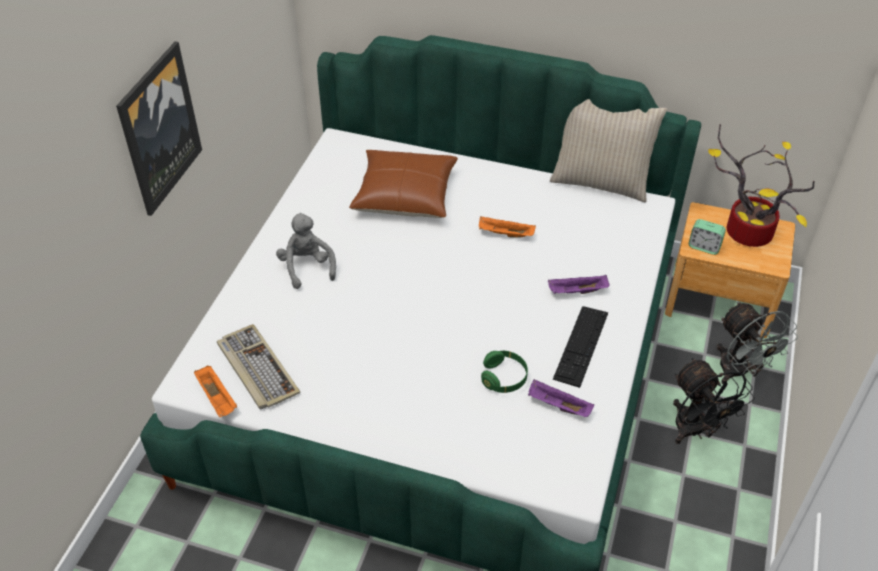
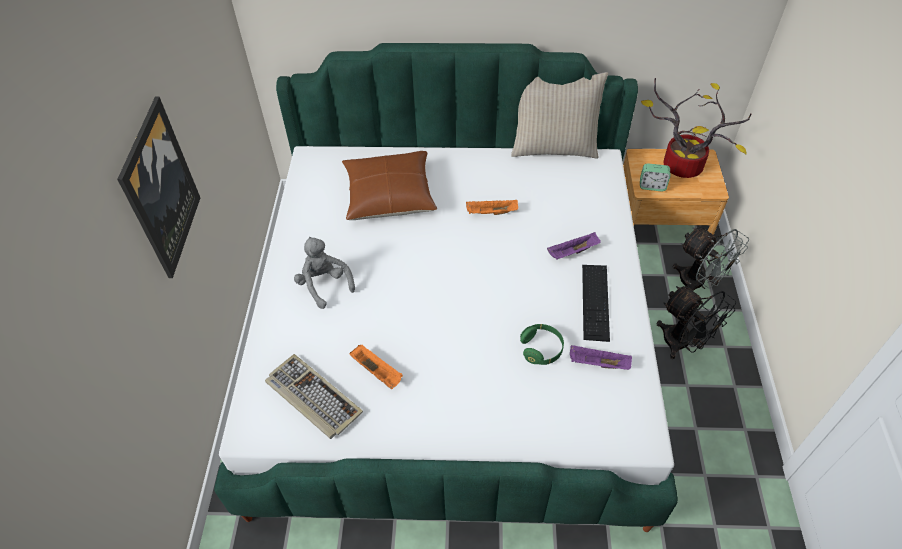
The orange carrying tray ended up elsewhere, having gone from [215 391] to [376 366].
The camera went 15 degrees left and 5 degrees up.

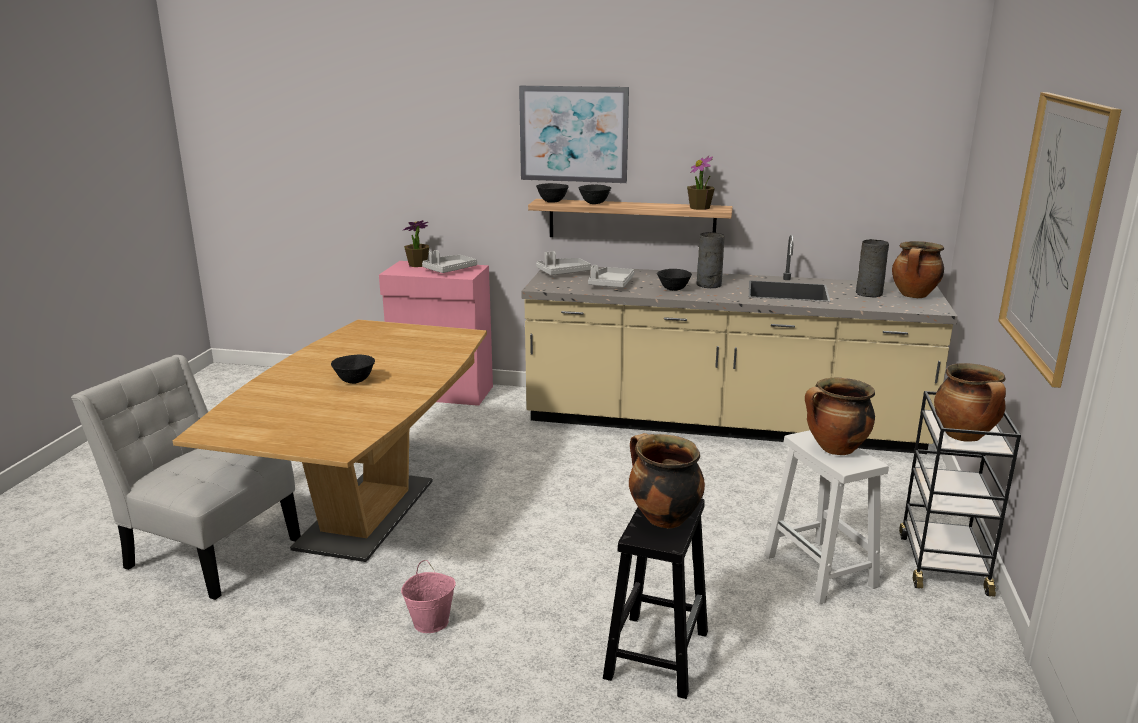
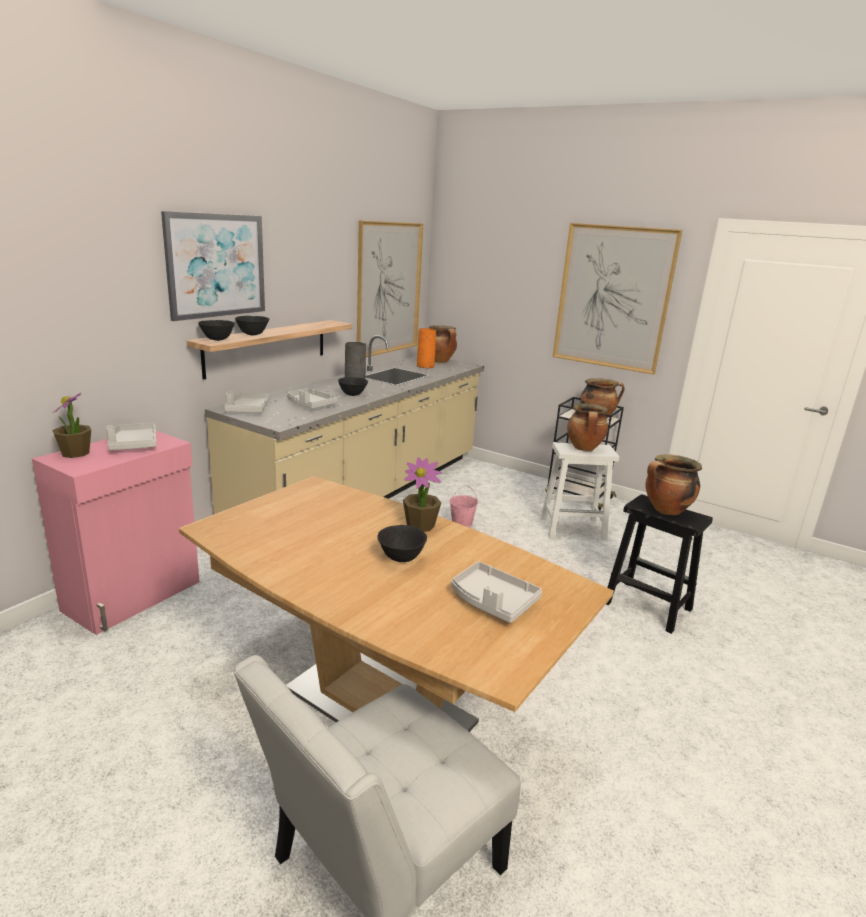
The potted plant ended up elsewhere, having gone from [701 183] to [422 495].
What was the gray decorative vase at [872 268] turned into the orange decorative vase at [426 348].
The pinkish pail ended up elsewhere, having gone from [428 596] to [464 506].
The second view gained the wall picture at [390 288].
The second view gained the gray carrying tray at [496 592].
The camera went 70 degrees left and 0 degrees up.

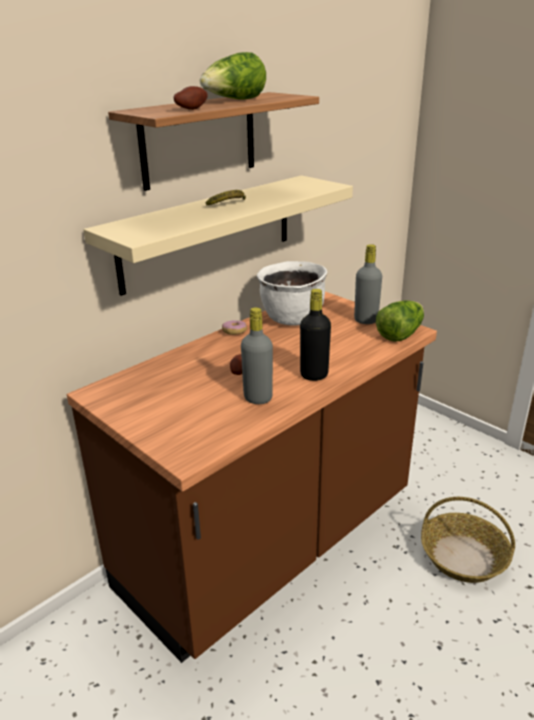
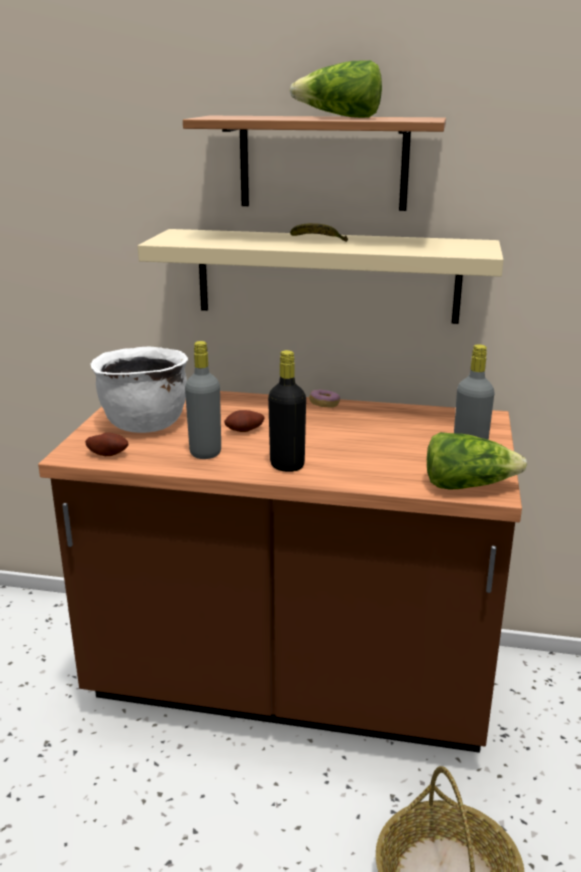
The whole potato ended up elsewhere, having gone from [190 98] to [106 444].
The white-coloured stockpot ended up elsewhere, having gone from [292 293] to [139 390].
The camera went 55 degrees right and 5 degrees down.

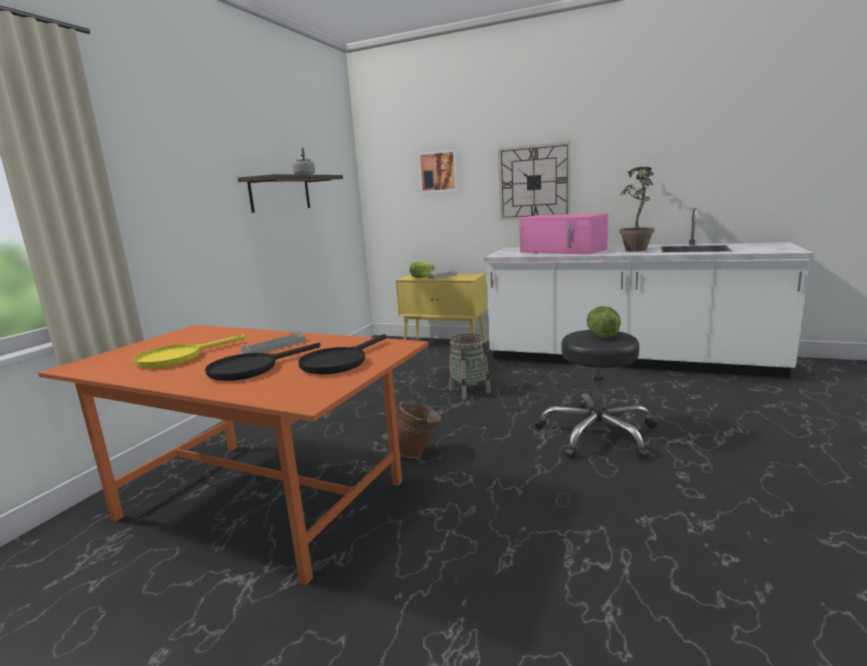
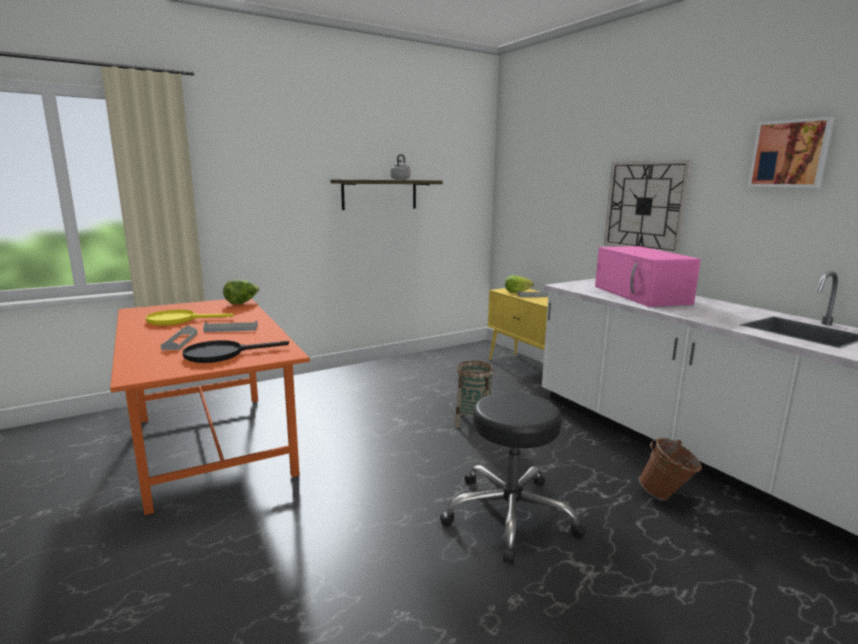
The wall picture ended up elsewhere, having gone from [438 171] to [791 152].
The second view lost the potted plant at [637 209].
The lettuce head ended up elsewhere, having gone from [604 322] to [241 291].
Where the black-coloured skillet stood at [263 361], the gray carrying tray came to stand at [179 338].
The brown-coloured pail ended up elsewhere, having gone from [418 429] to [670 469].
The camera went 35 degrees right and 0 degrees up.

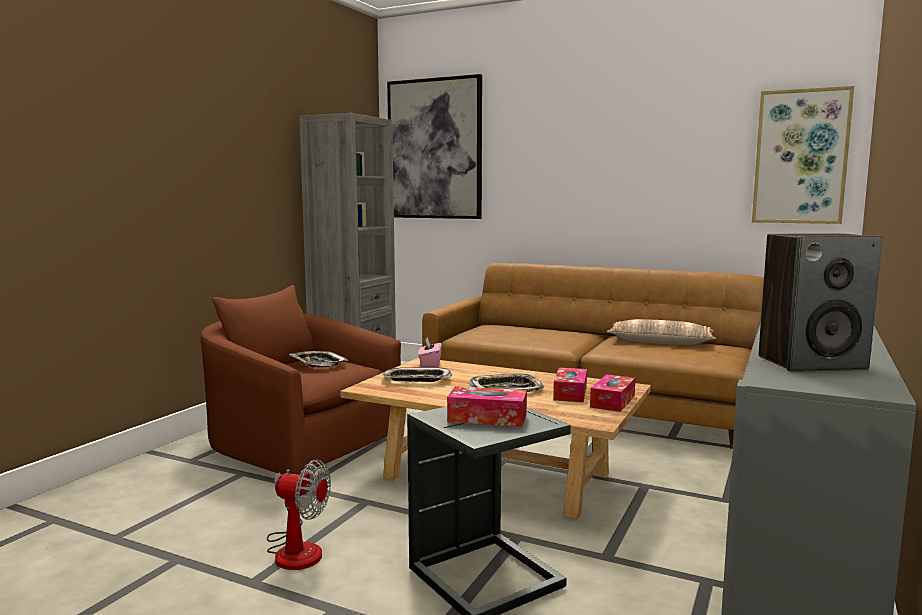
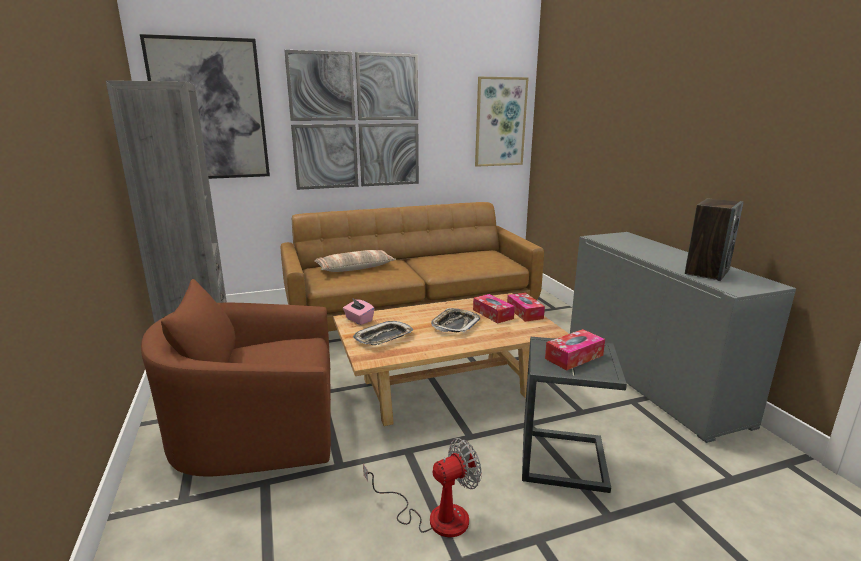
The cushion ended up elsewhere, having gone from [661 332] to [355 261].
The second view lost the carrying tray at [318 359].
The second view gained the wall picture at [351 120].
The camera went 45 degrees left and 10 degrees up.

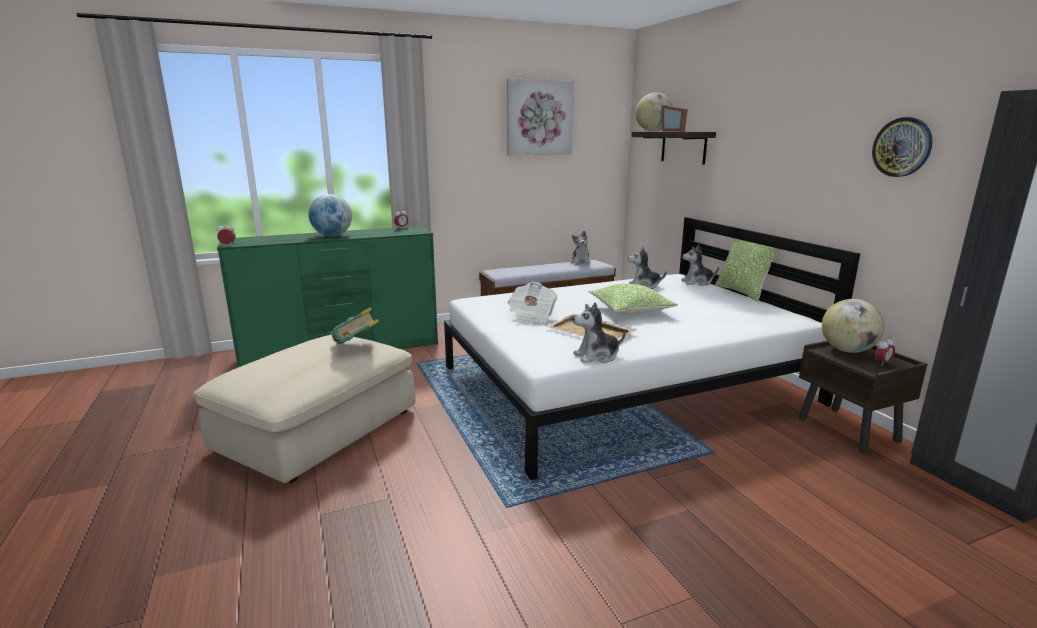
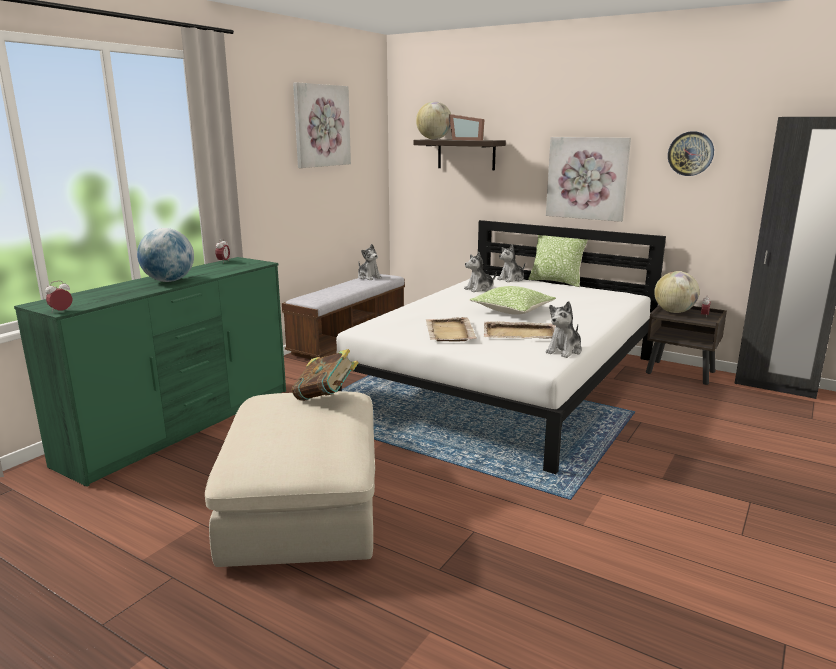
Where the printed paper stood at [533 303], the beige-coloured carrying tray came to stand at [451 329].
The second view gained the wall picture at [588 179].
The camera went 35 degrees left and 0 degrees up.

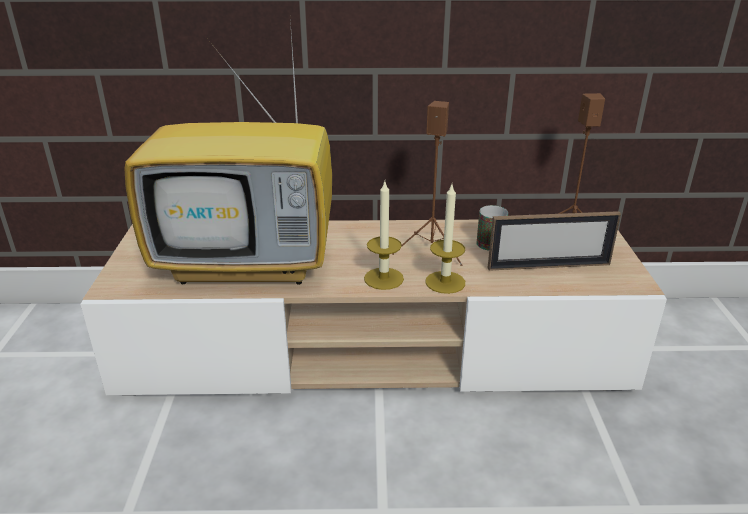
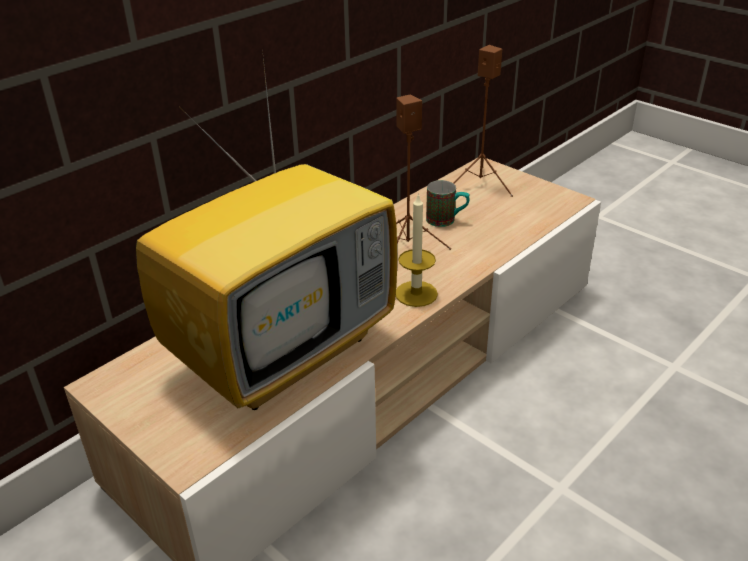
The second view lost the wax candle at [445 239].
The second view lost the standing frame at [554 241].
The camera went 45 degrees left and 5 degrees up.

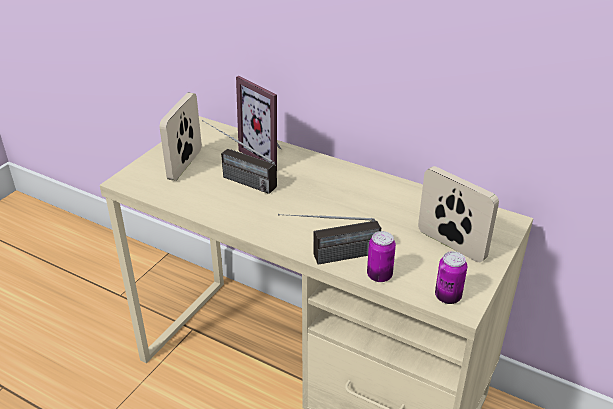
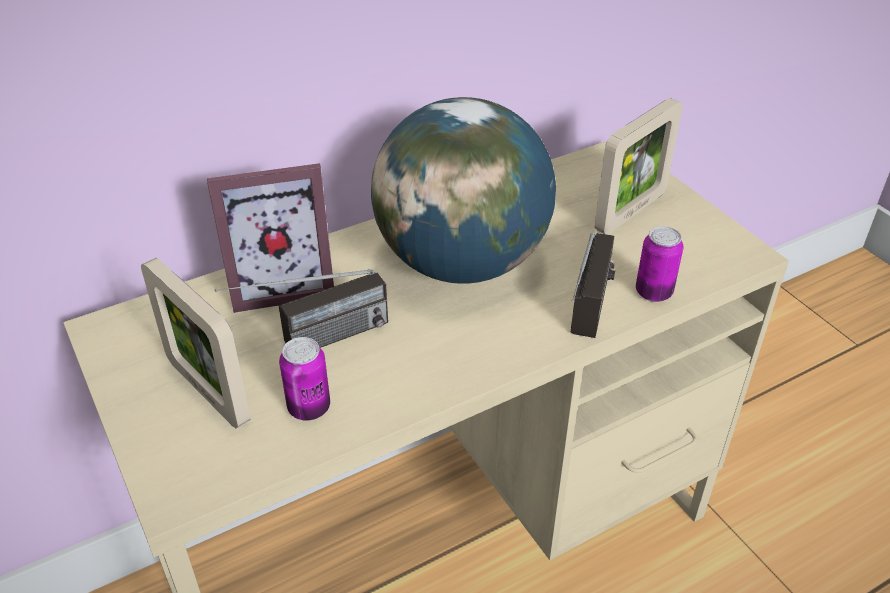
The standing frame at [458 214] ended up facing another way, 150 degrees clockwise from before.
The sealed can ended up elsewhere, having gone from [451 277] to [304 379].
The second view gained the world globe at [463 190].
The camera went 60 degrees left and 5 degrees up.

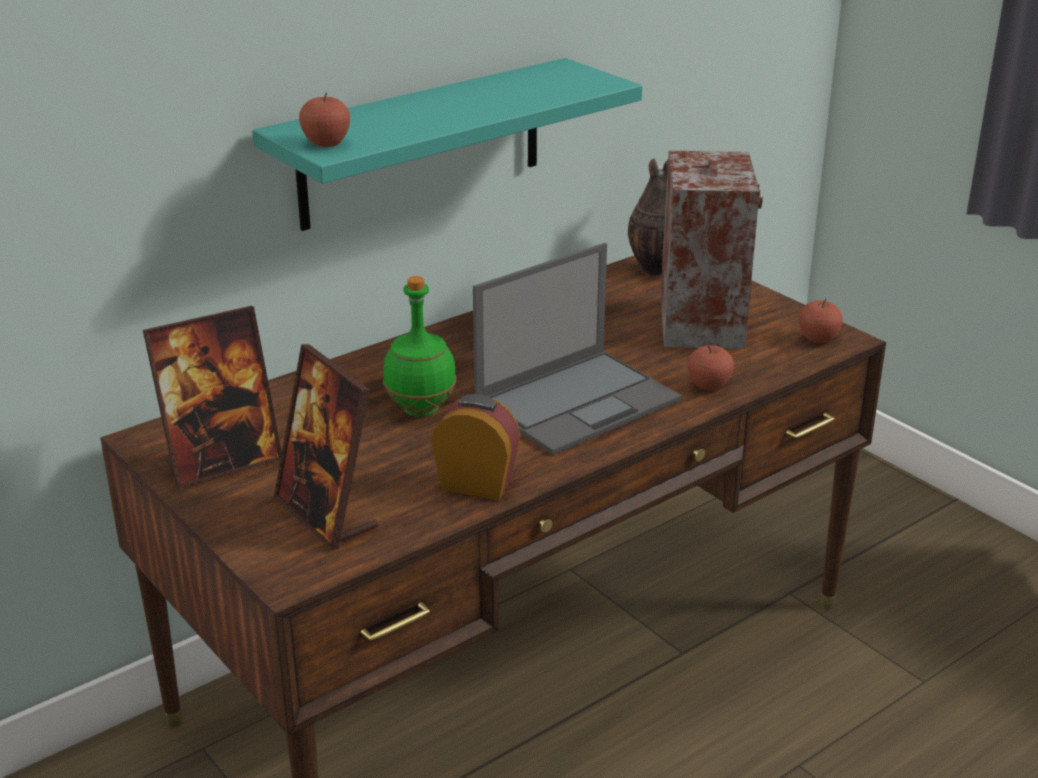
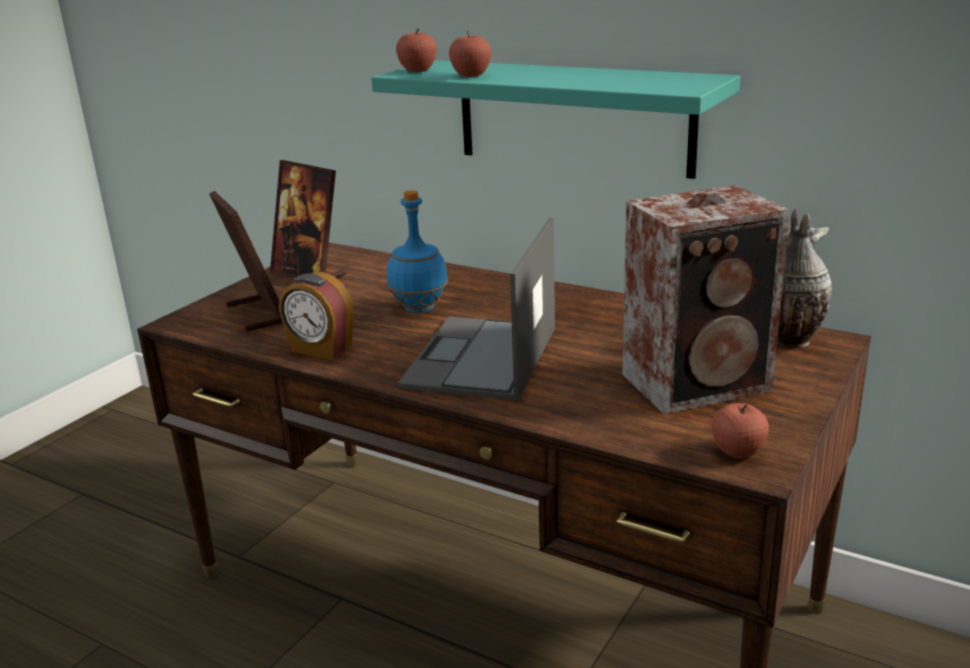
The portable computer at [577 349] ended up facing another way, 75 degrees clockwise from before.
What was the greenish bottle at [419 346] turned into the blue bottle at [417 251].
The standing frame at [326 447] ended up facing another way, 120 degrees clockwise from before.
The apple ended up elsewhere, having gone from [710 368] to [470 54].
The table clock at [475 447] ended up facing another way, 120 degrees clockwise from before.
The camera went 70 degrees right and 5 degrees down.

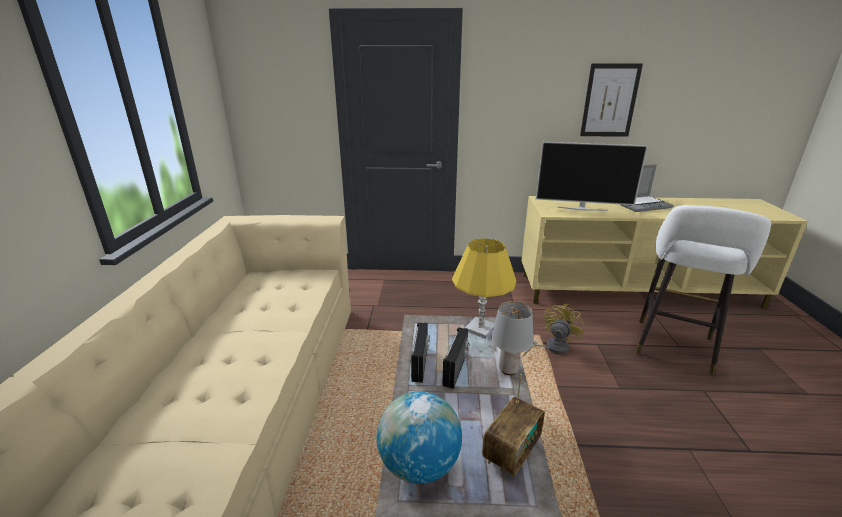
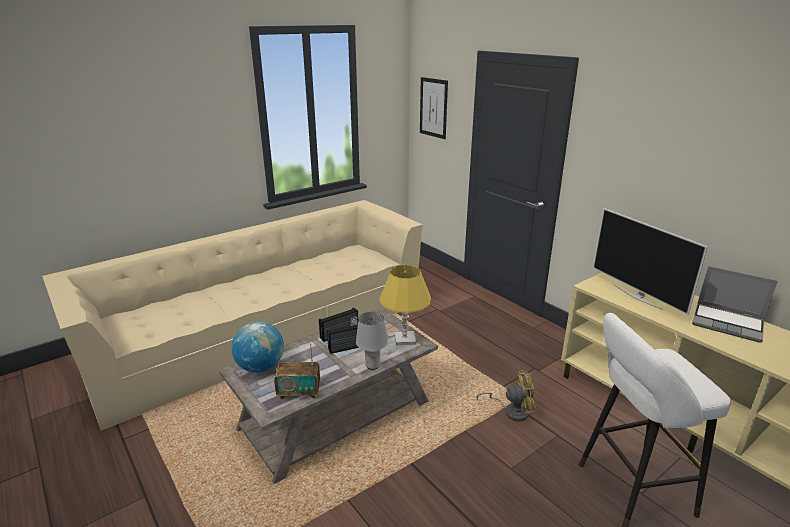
The wall picture ended up elsewhere, having gone from [611 100] to [434 108].
The camera went 50 degrees right and 0 degrees up.

